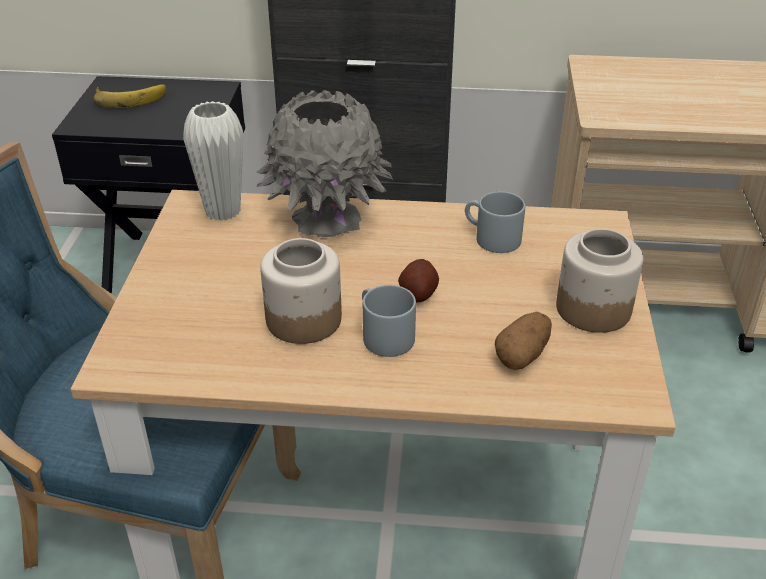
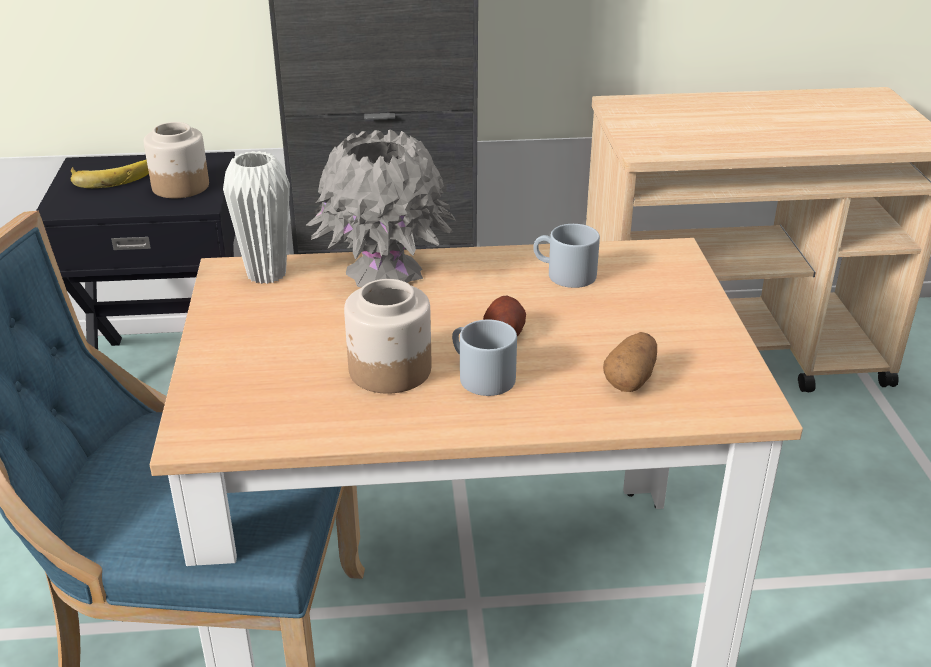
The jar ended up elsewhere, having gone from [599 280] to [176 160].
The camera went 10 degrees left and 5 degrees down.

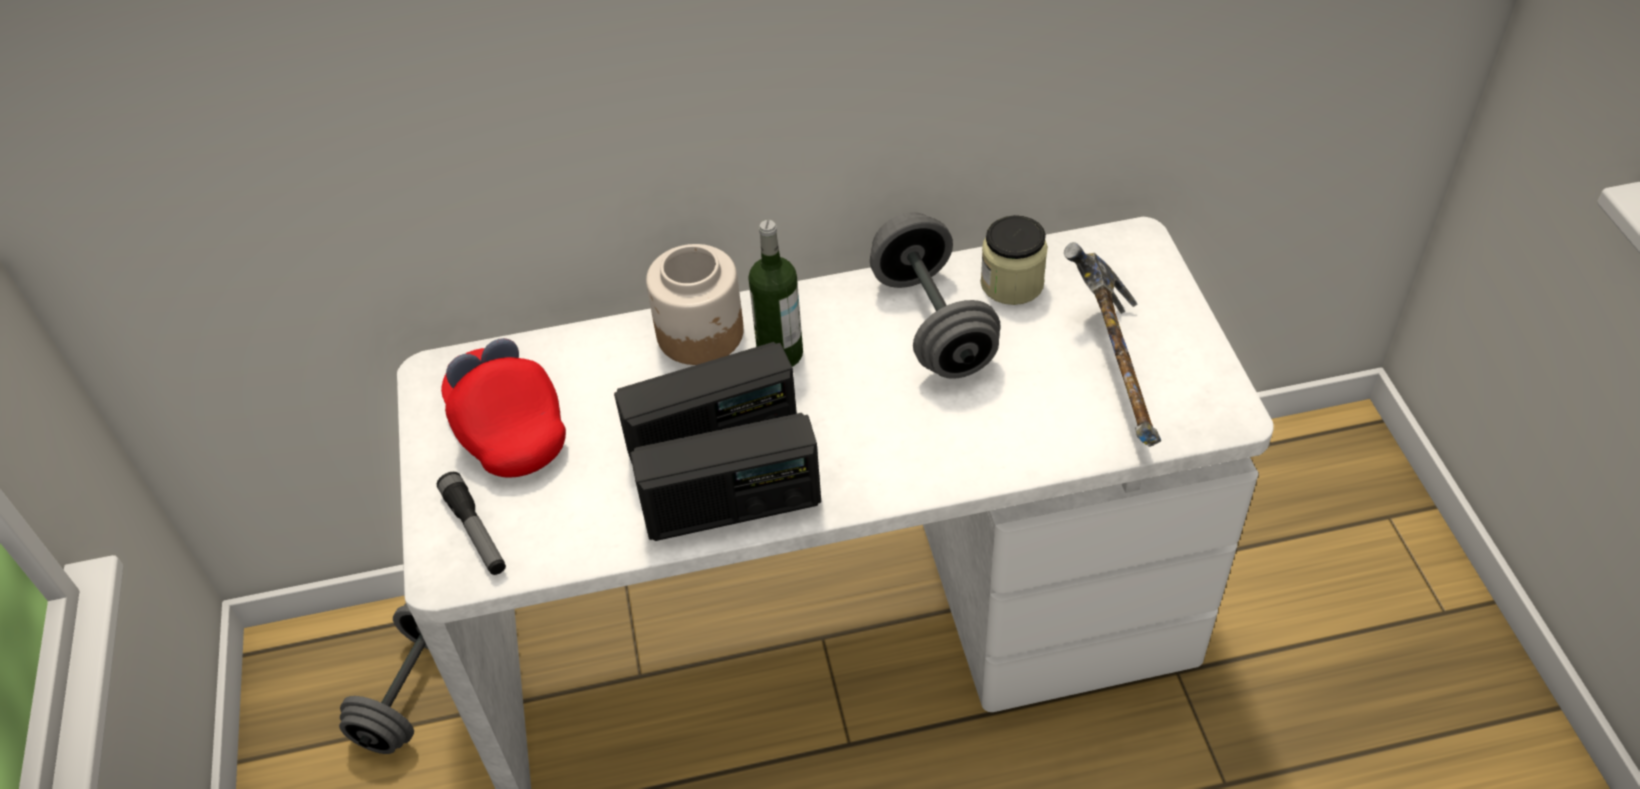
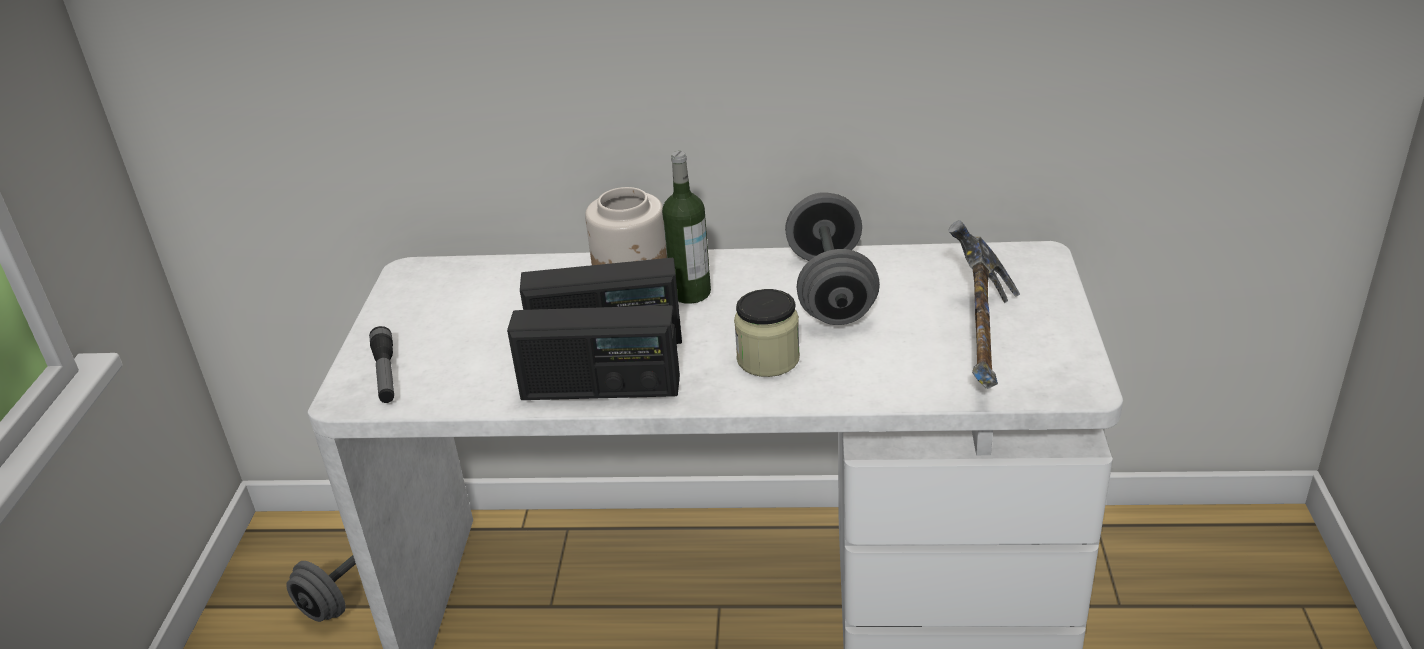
The jar ended up elsewhere, having gone from [1014 260] to [767 333].
The second view lost the red-coloured baseball cap at [503 408].
The camera went 15 degrees right and 15 degrees down.

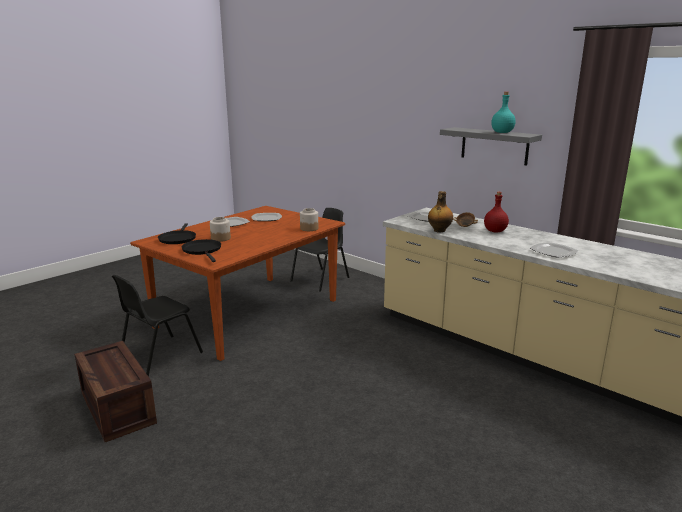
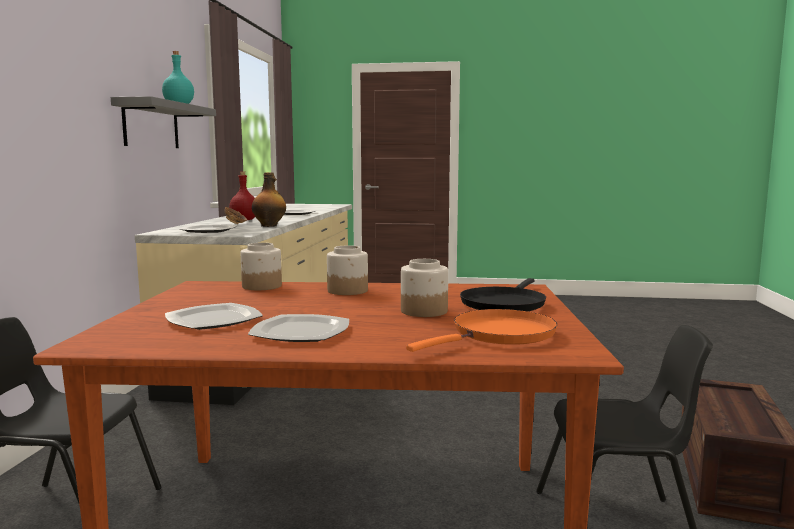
What was the black-coloured skillet at [177 233] turned into the orange skillet at [481 330].
The second view gained the jar at [347 270].
The camera went 125 degrees left and 10 degrees down.

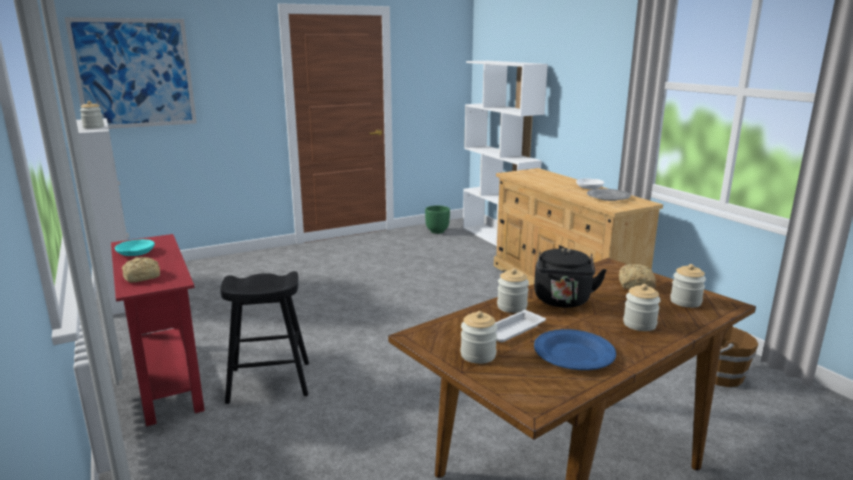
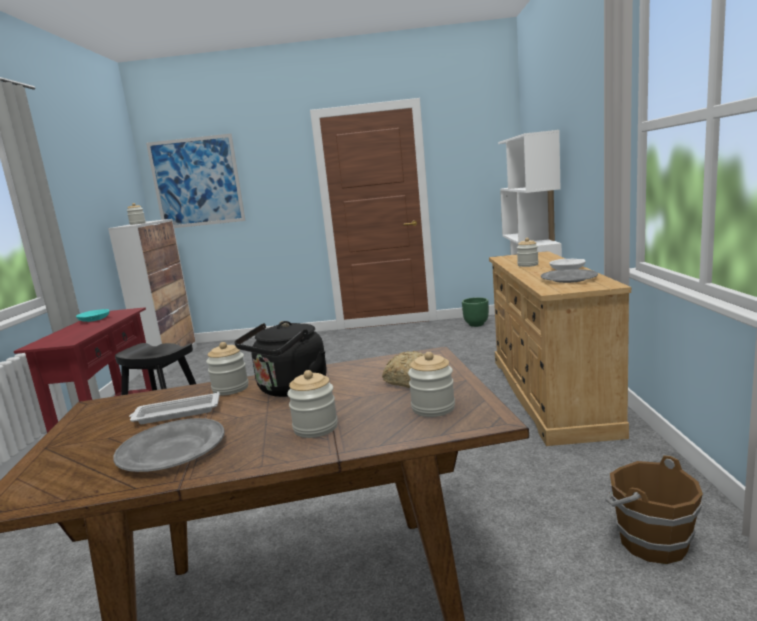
The second view lost the bread at [141 269].
The jar ended up elsewhere, having gone from [478 337] to [527 252].
What was the blue plate at [575 349] turned into the gray plate at [169 445].
The camera went 30 degrees right and 5 degrees down.

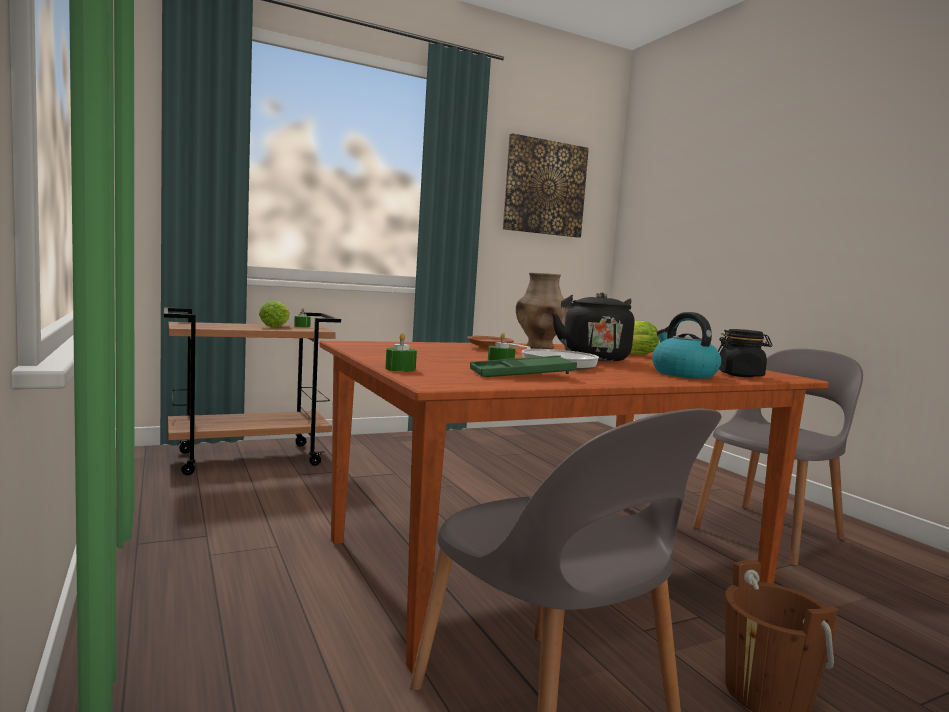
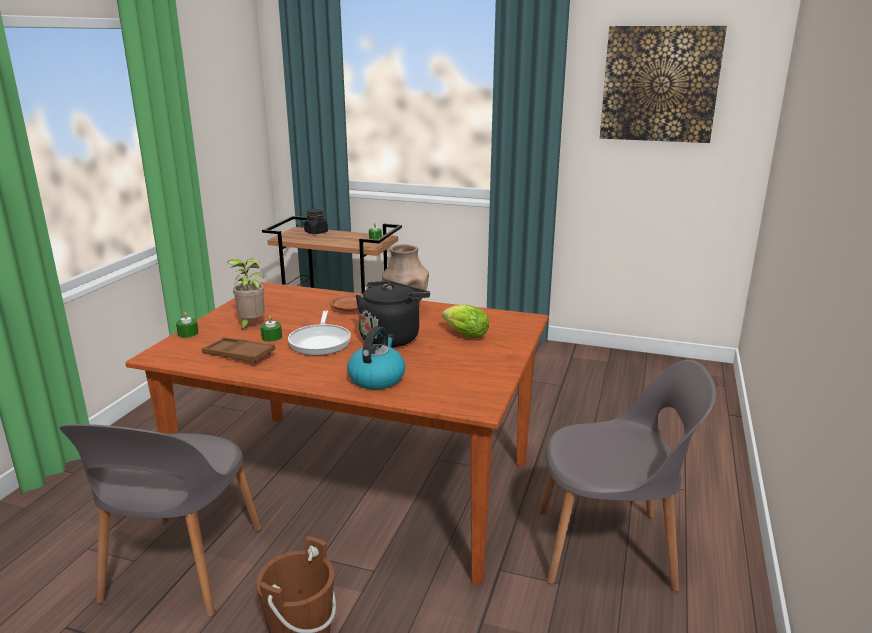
The second view lost the lettuce head at [274 314].
The black-coloured jar ended up elsewhere, having gone from [745 353] to [316 221].
What was the greenish carrying tray at [523 366] turned into the brown-coloured carrying tray at [238 350].
The second view gained the potted plant at [246 295].
The camera went 45 degrees right and 15 degrees up.

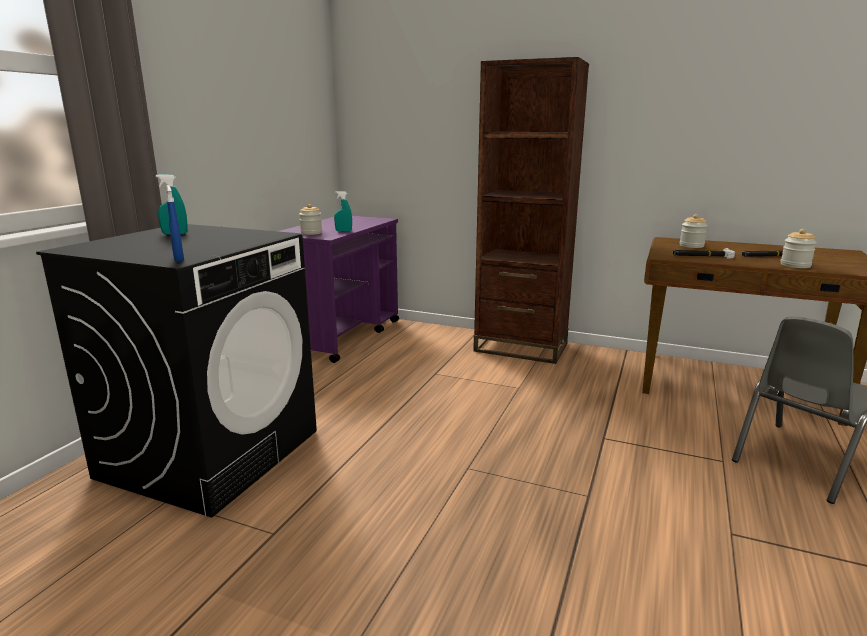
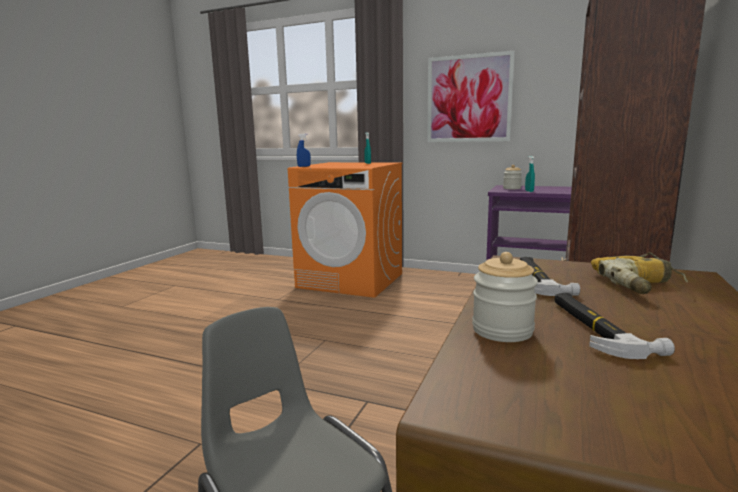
Where the jar stood at [693 231], the drill came to stand at [639 273].
What was the black-coloured washing machine at [176 370] turned into the orange washing machine at [345 230].
The second view gained the wall picture at [471 96].
The camera went 90 degrees right and 5 degrees down.

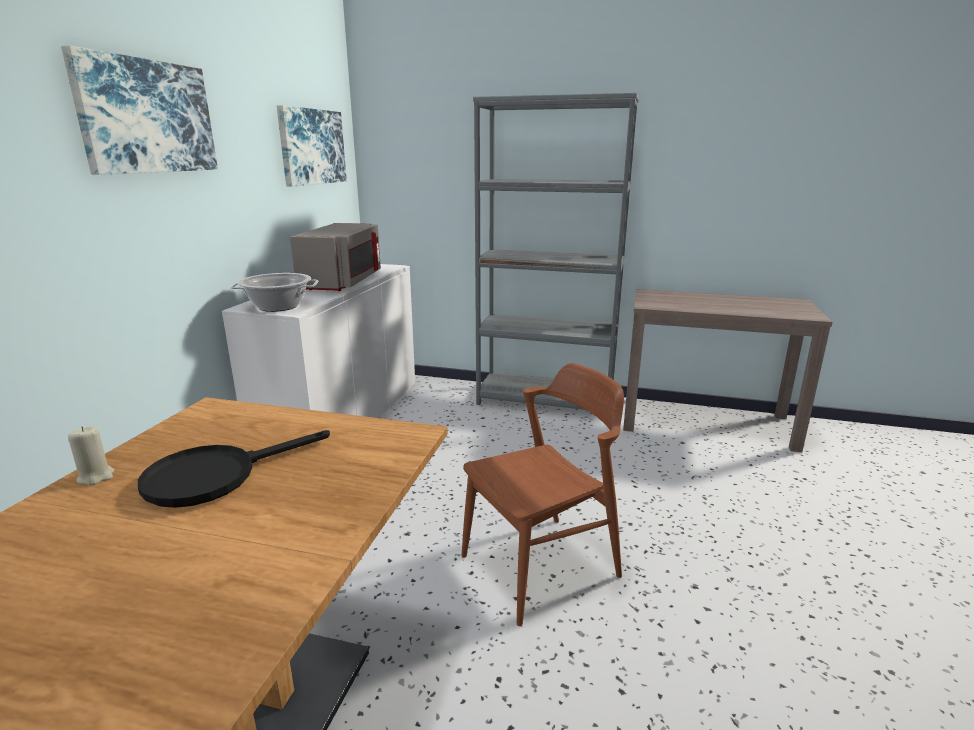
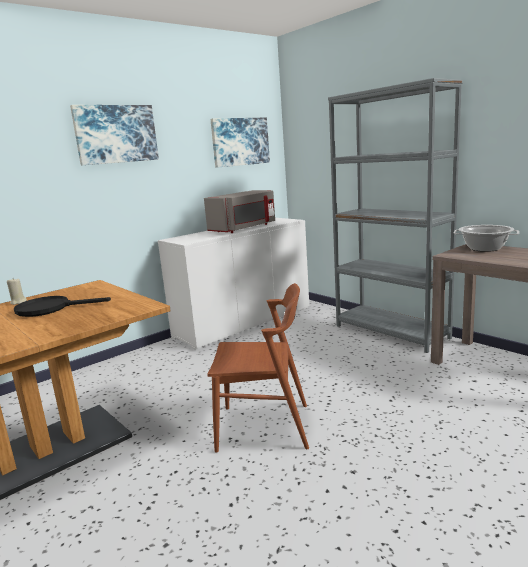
The stockpot ended up elsewhere, having gone from [274 292] to [486 238].
The camera went 35 degrees right and 5 degrees down.

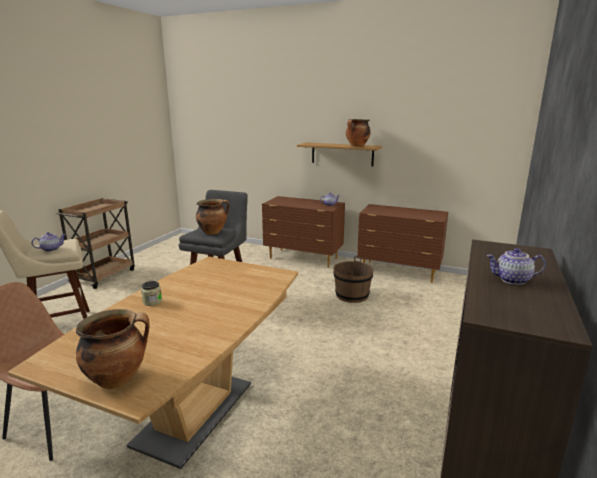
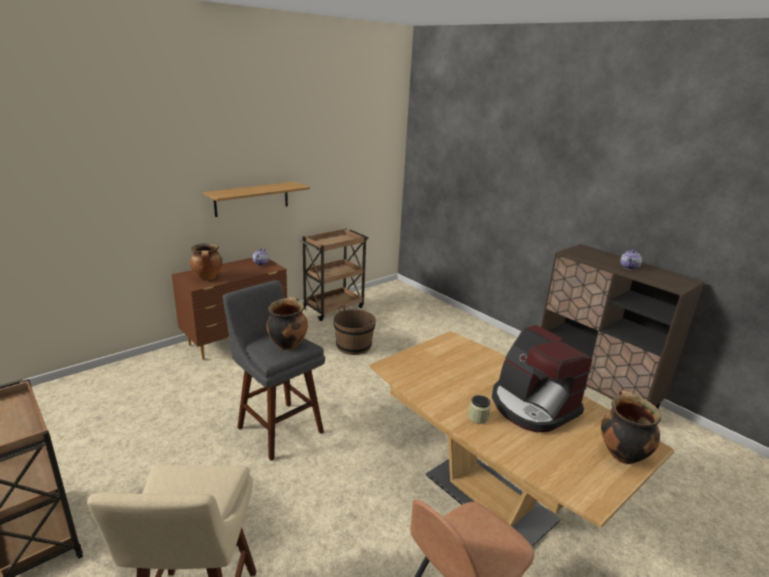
The stockpot ended up elsewhere, having gone from [358 133] to [206 261].
Where the brown-coloured dresser stood at [402 243], the brown-coloured cart came to stand at [334 274].
The second view lost the tea pot at [49 241].
The second view gained the coffee brewer at [542 379].
The camera went 65 degrees left and 5 degrees up.

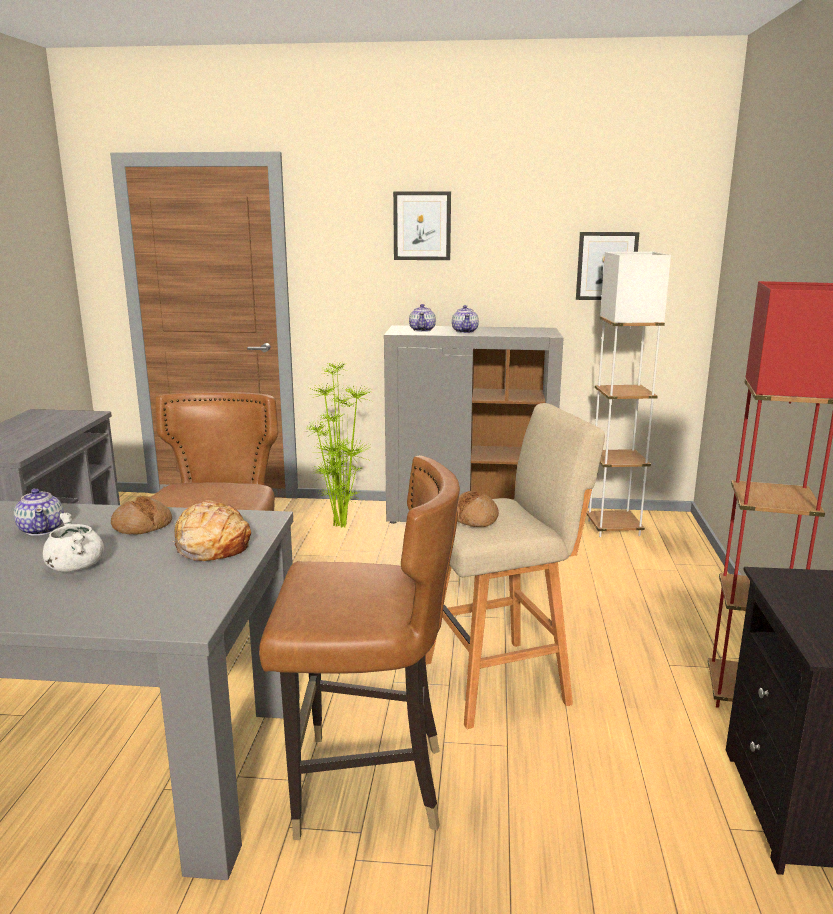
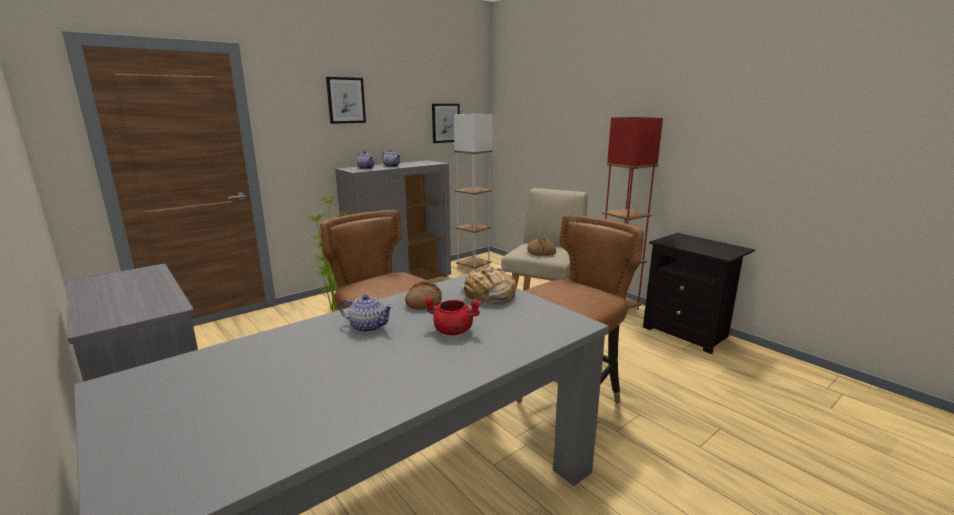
What was the white-coloured stockpot at [73 542] turned into the red-coloured stockpot at [452 316].
The camera went 45 degrees left and 0 degrees up.

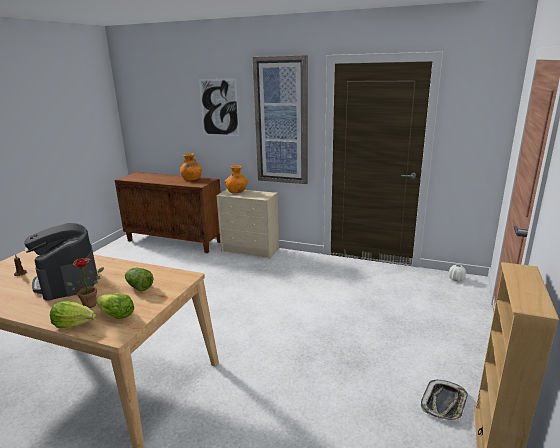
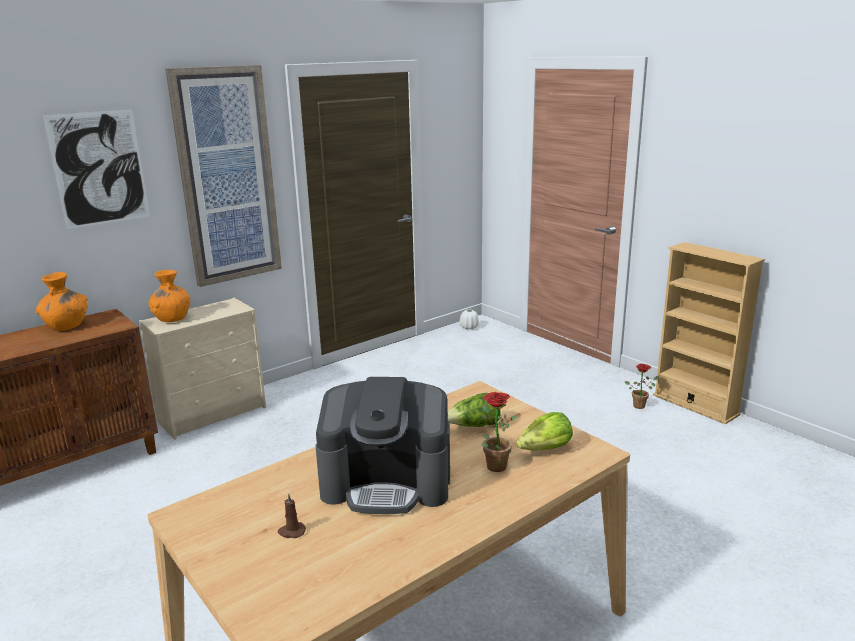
The second view lost the lettuce head at [73 314].
Where the carrying tray stood at [444 399], the potted plant came to stand at [642 386].
The camera went 60 degrees left and 0 degrees up.

